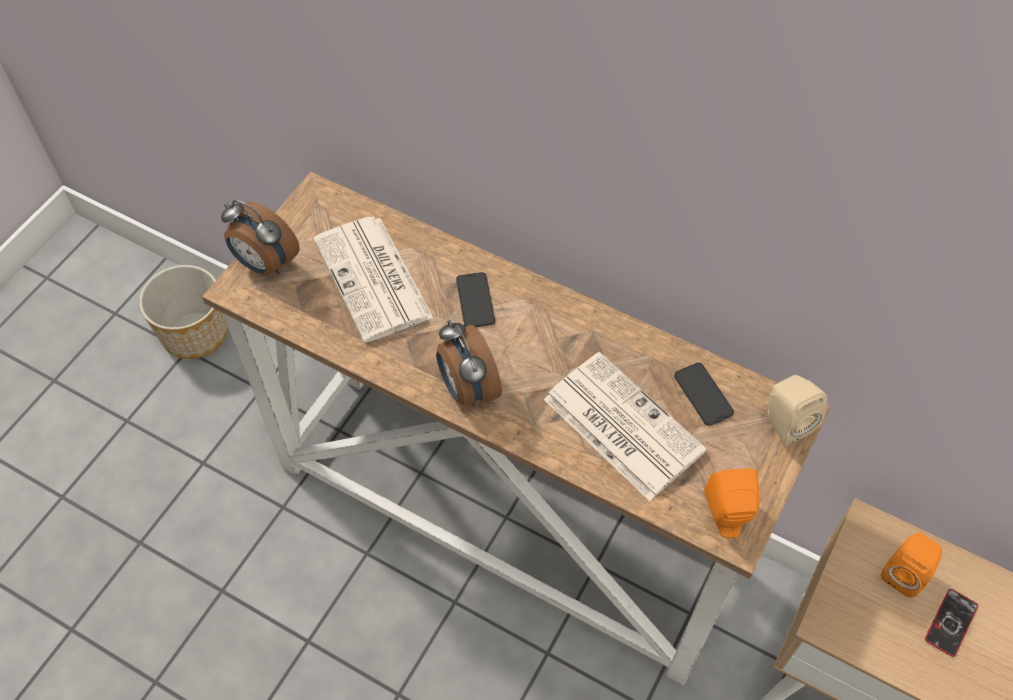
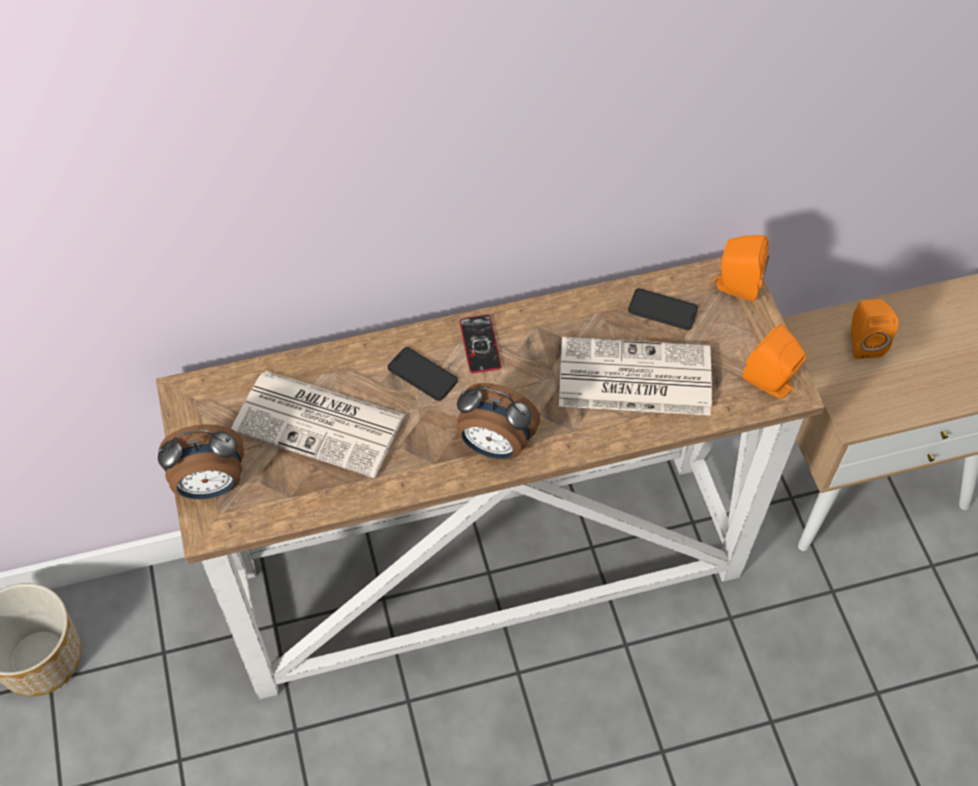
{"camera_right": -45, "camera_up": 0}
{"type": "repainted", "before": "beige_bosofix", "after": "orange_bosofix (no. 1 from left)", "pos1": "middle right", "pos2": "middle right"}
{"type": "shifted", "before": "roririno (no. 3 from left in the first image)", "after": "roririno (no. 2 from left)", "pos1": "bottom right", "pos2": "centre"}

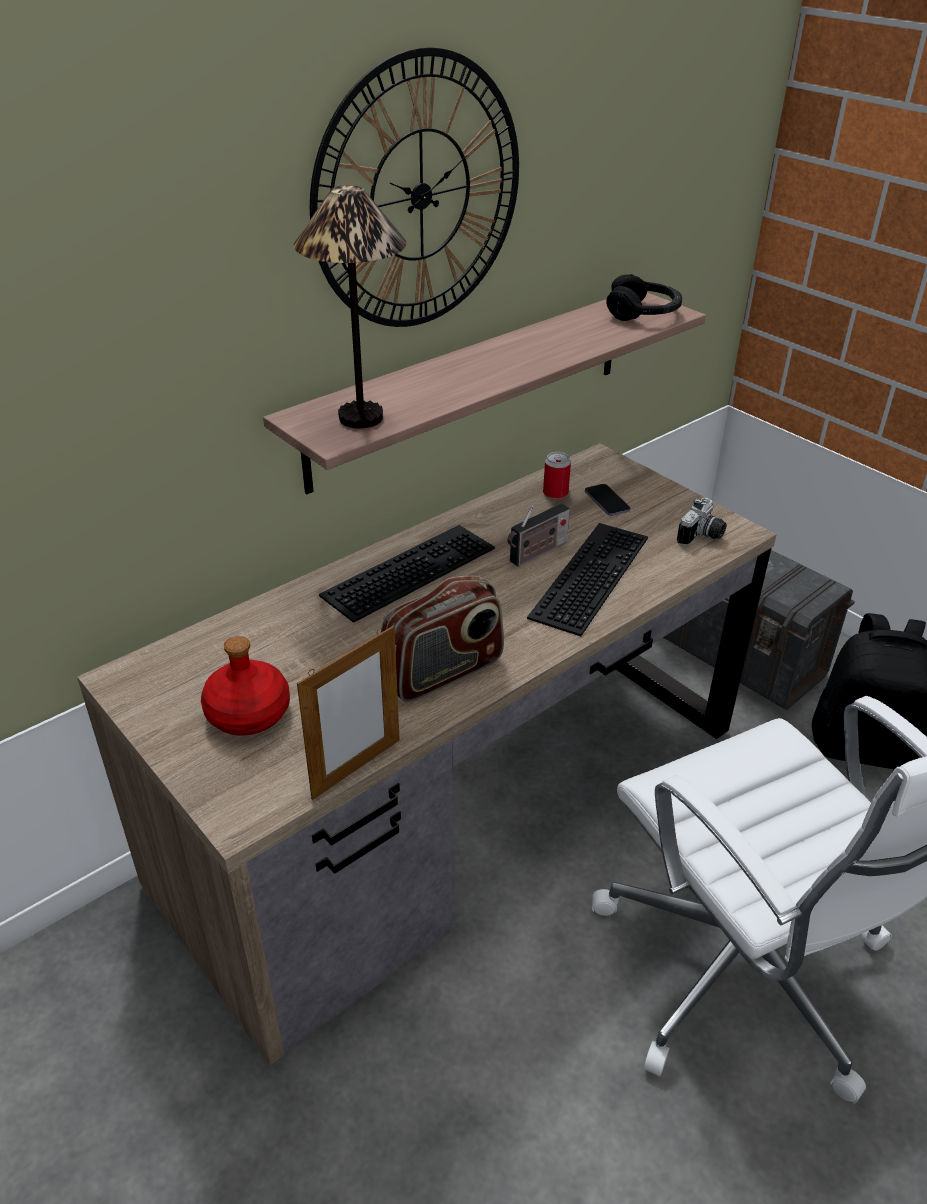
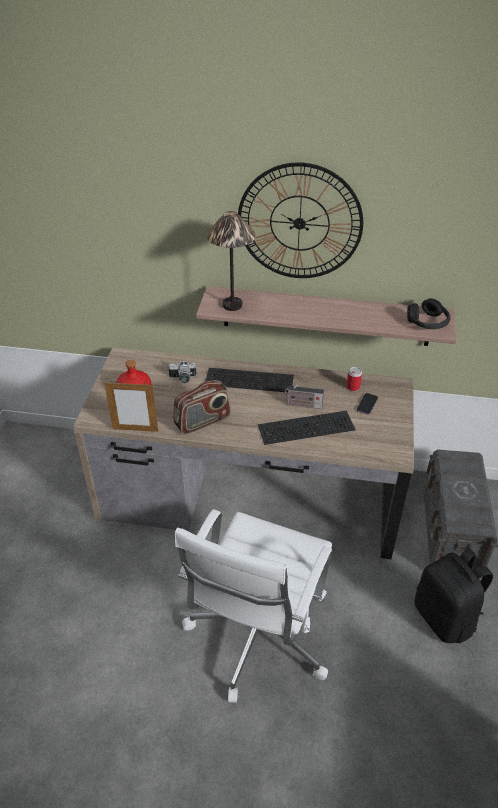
{"camera_right": 50, "camera_up": 5}
{"type": "shifted", "before": "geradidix", "pos1": "middle right", "pos2": "centre"}
{"type": "rotated", "before": "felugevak (no. 1 from left)", "pos1": "centre", "pos2": "centre", "turn": -45}

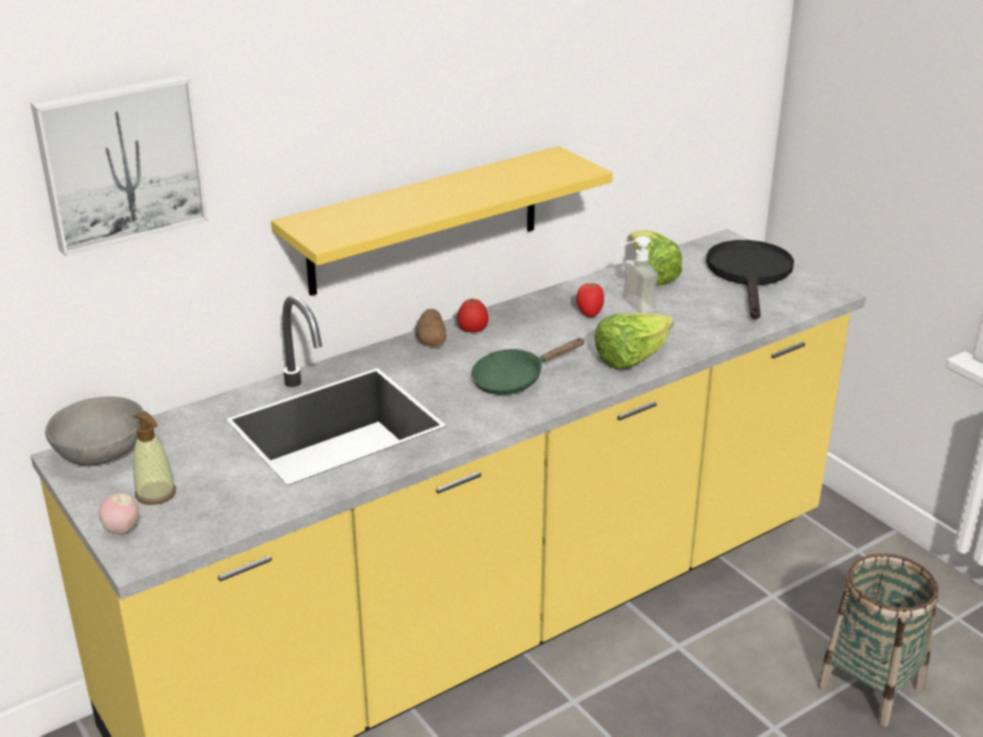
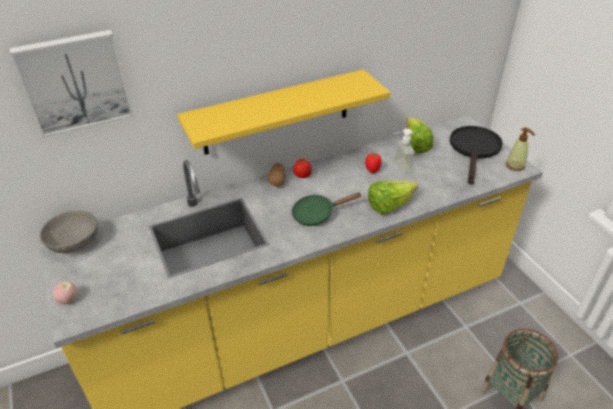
{"camera_right": 10, "camera_up": 10}
{"type": "shifted", "before": "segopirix (no. 1 from left in the first image)", "after": "segopirix (no. 2 from left)", "pos1": "middle left", "pos2": "middle right"}

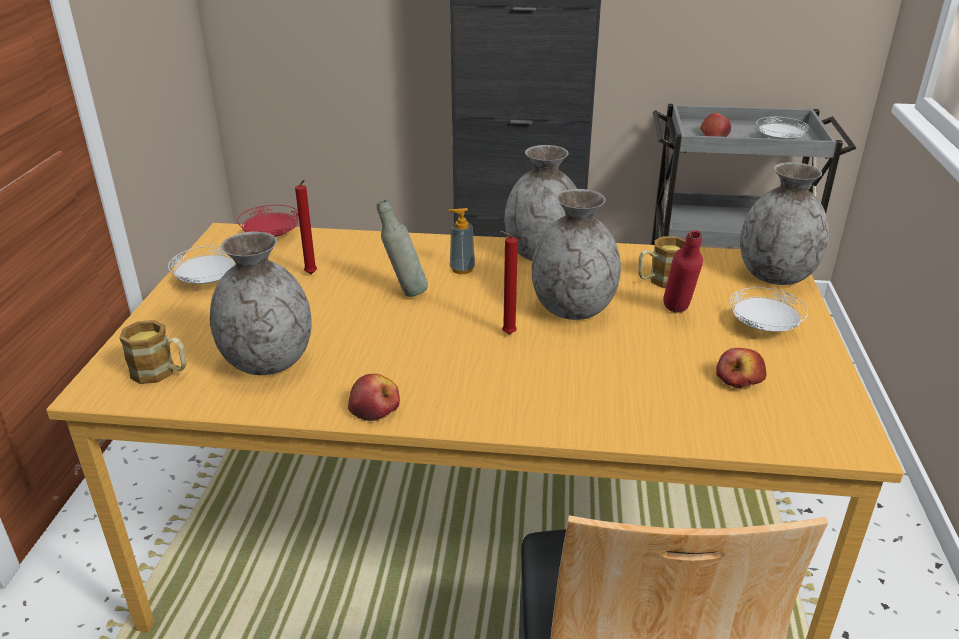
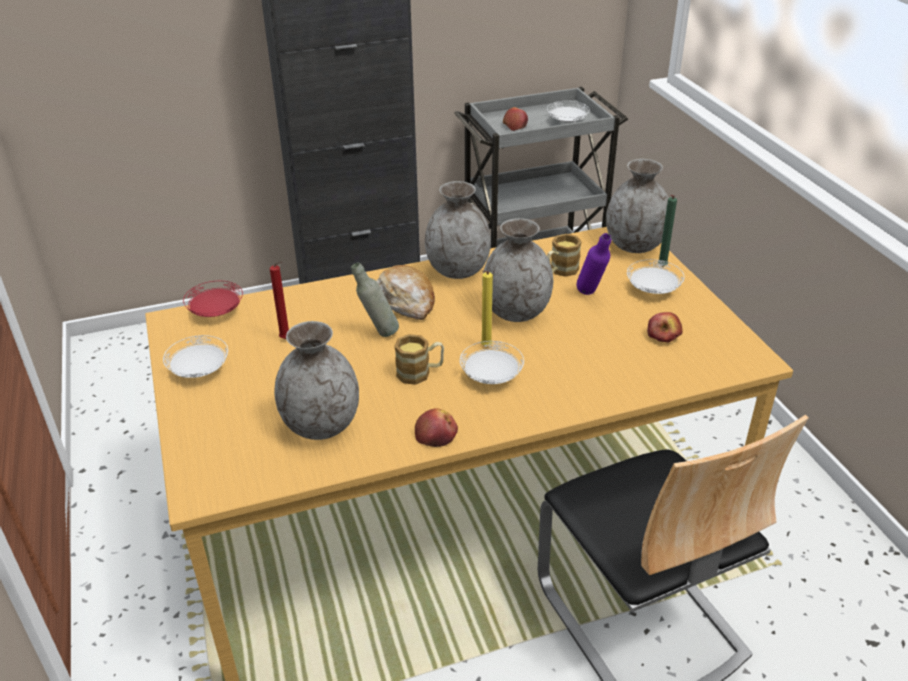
{"camera_right": -25, "camera_up": 5}
{"type": "swapped", "before": "segopirix", "after": "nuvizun", "pos1": "centre", "pos2": "centre"}
{"type": "repainted", "before": "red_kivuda", "after": "purple_kivuda", "pos1": "middle right", "pos2": "centre"}
{"type": "repainted", "before": "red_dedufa (no. 2 from left)", "after": "yellow_dedufa", "pos1": "centre", "pos2": "centre"}
{"type": "shifted", "before": "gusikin (no. 1 from left)", "pos1": "middle left", "pos2": "centre"}
{"type": "new", "after": "green_dedufa", "pos2": "middle right"}
{"type": "new", "after": "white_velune (no. 2 from left)", "pos2": "centre"}

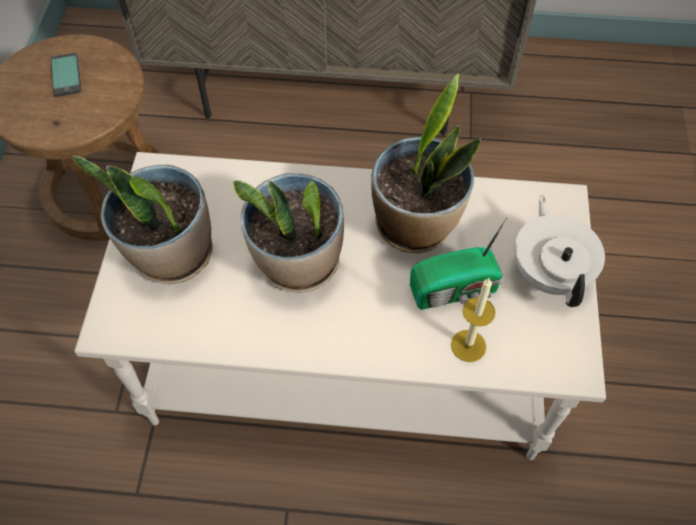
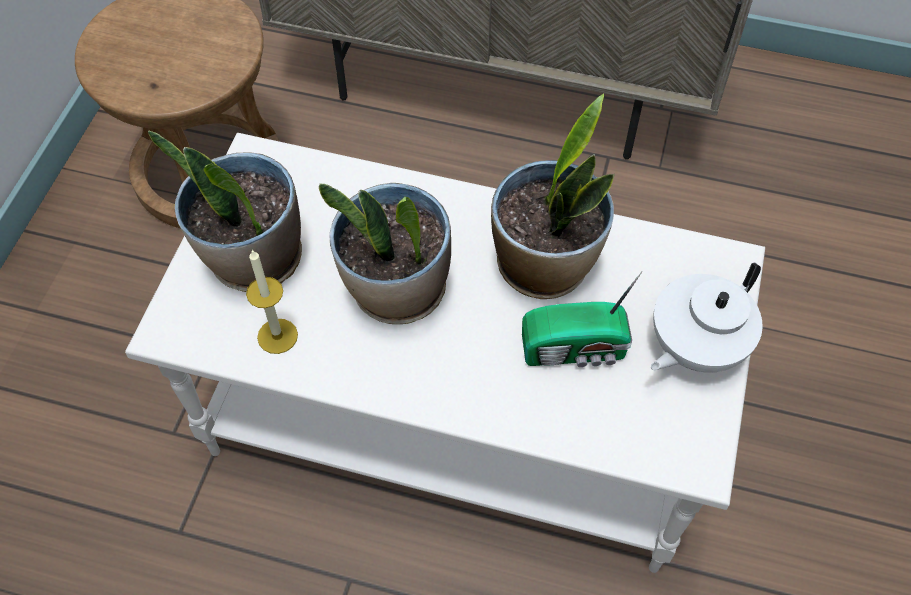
{"camera_right": 10, "camera_up": 0}
{"type": "gone", "before": "roririno", "pos1": "top left"}
{"type": "rotated", "before": "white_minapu", "pos1": "middle right", "pos2": "middle right", "turn": -135}
{"type": "shifted", "before": "dedufa", "pos1": "middle right", "pos2": "middle left"}

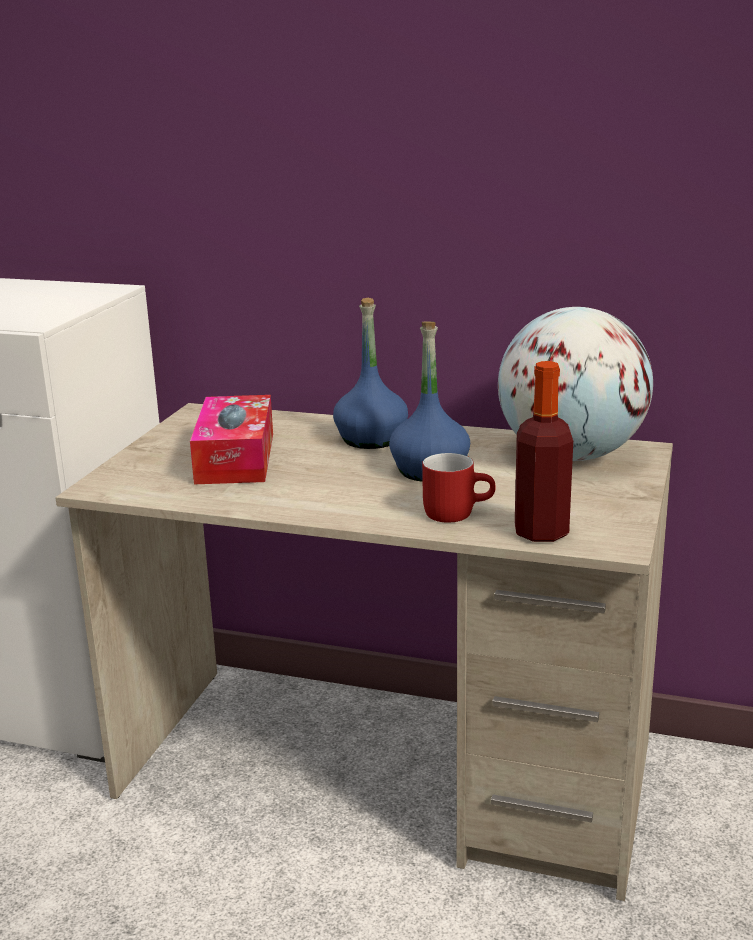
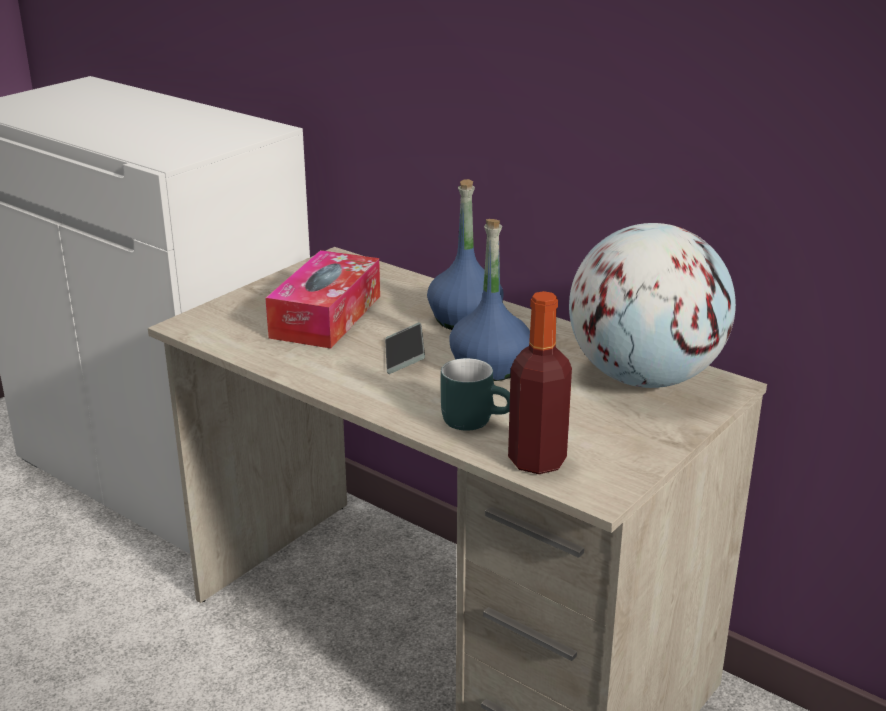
{"camera_right": 20, "camera_up": 5}
{"type": "repainted", "before": "red_gusikin", "after": "turquoise_gusikin", "pos1": "centre", "pos2": "centre"}
{"type": "new", "after": "roririno", "pos2": "centre"}

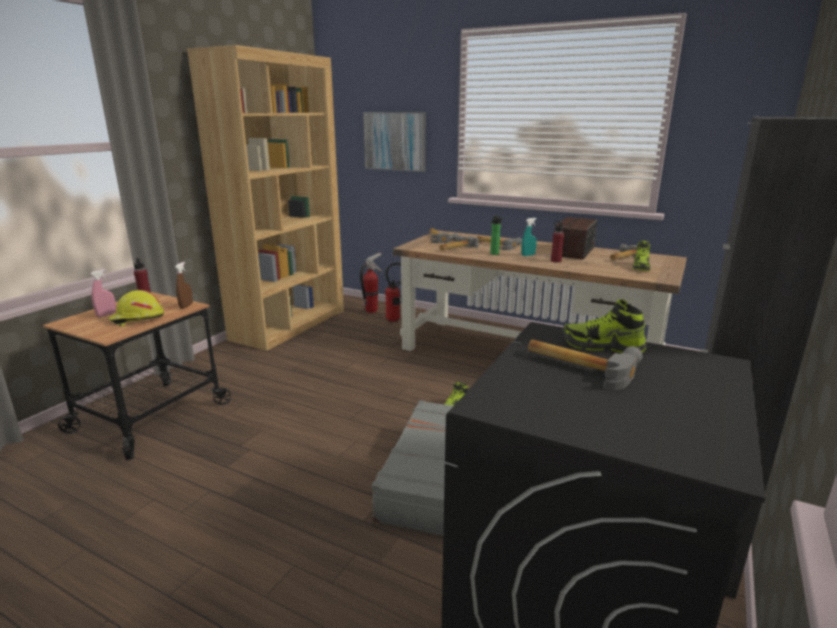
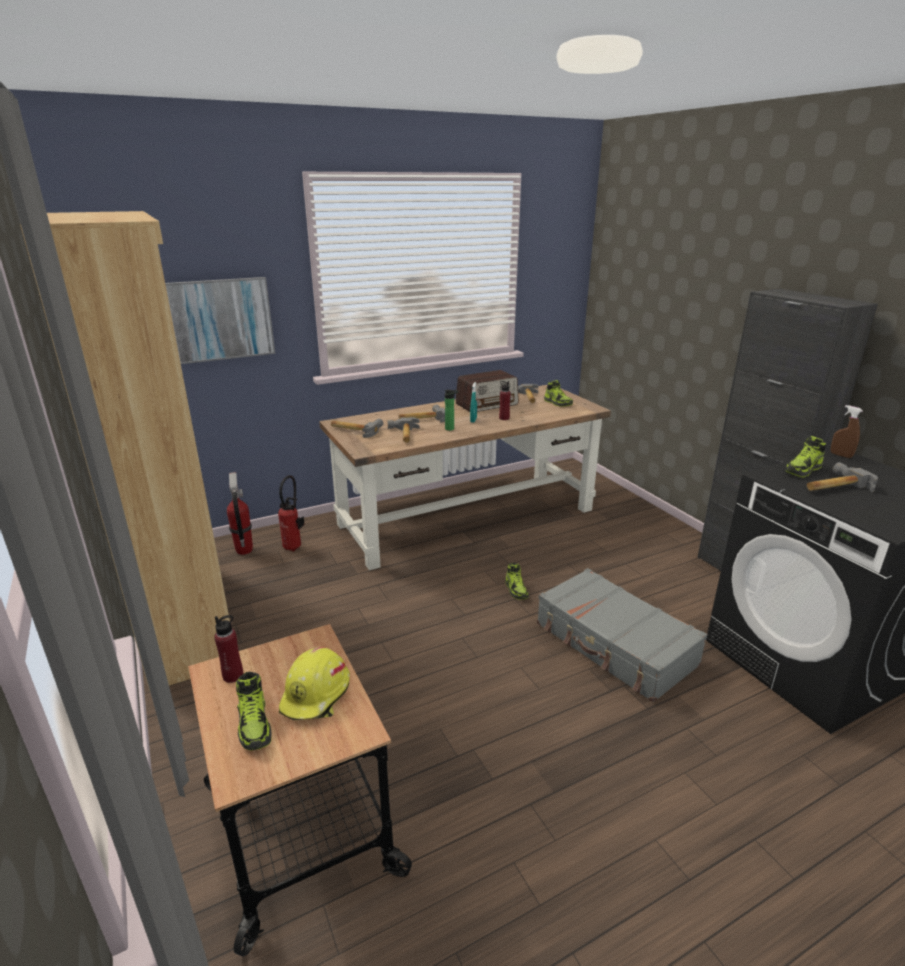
{"camera_right": -55, "camera_up": 5}
{"type": "rotated", "before": "felugevak", "pos1": "middle right", "pos2": "centre", "turn": -90}
{"type": "shifted", "before": "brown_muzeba", "pos1": "middle left", "pos2": "middle right"}
{"type": "swapped", "before": "pink_muzeba", "after": "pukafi (no. 1 from left)", "pos1": "middle left", "pos2": "bottom left"}

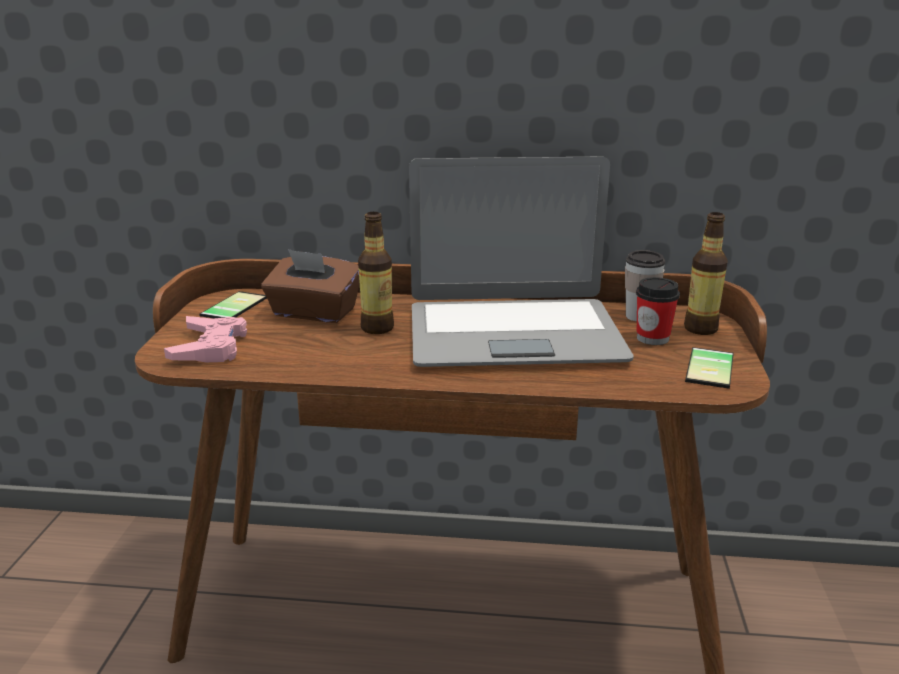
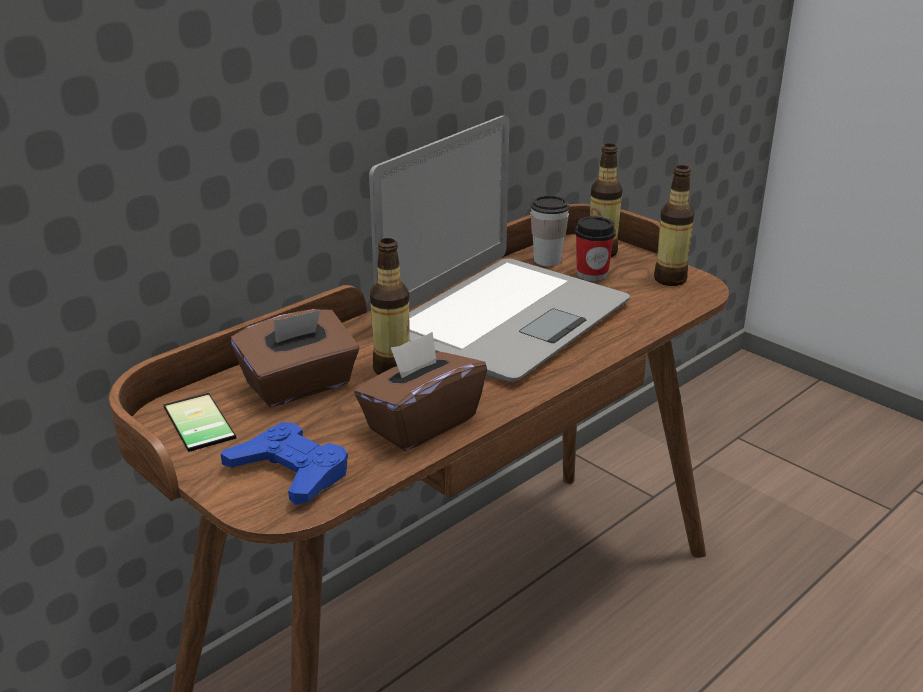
{"camera_right": -50, "camera_up": 5}
{"type": "repainted", "before": "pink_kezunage", "after": "blue_kezunage", "pos1": "middle left", "pos2": "bottom left"}
{"type": "swapped", "before": "roririno (no. 2 from left)", "after": "kivuda (no. 3 from left)", "pos1": "middle right", "pos2": "top right"}
{"type": "new", "after": "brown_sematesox (no. 2 from left)", "pos2": "centre"}

